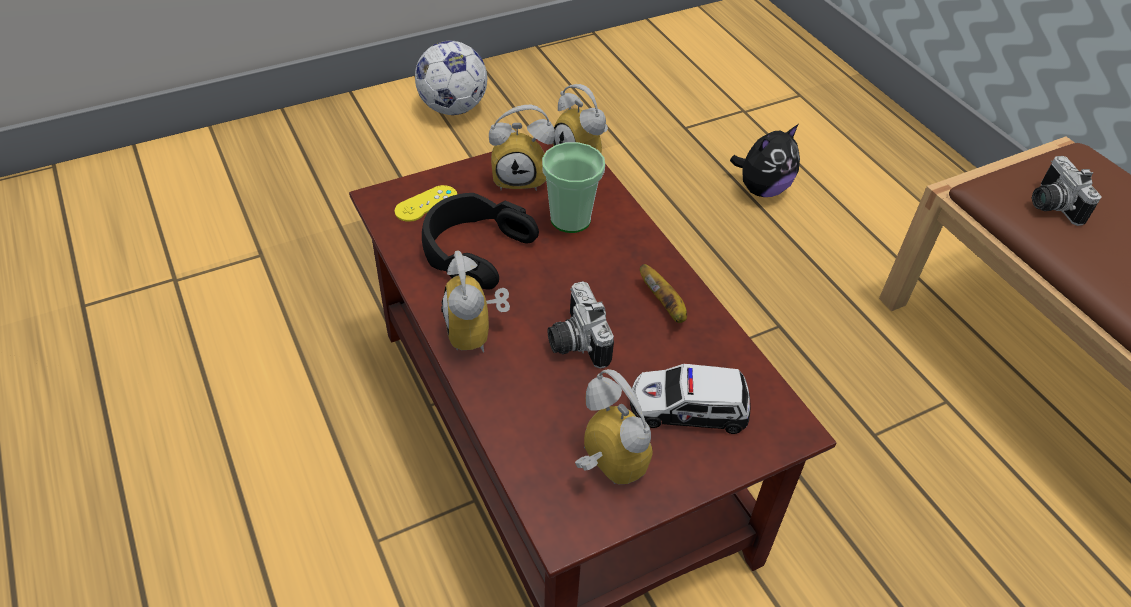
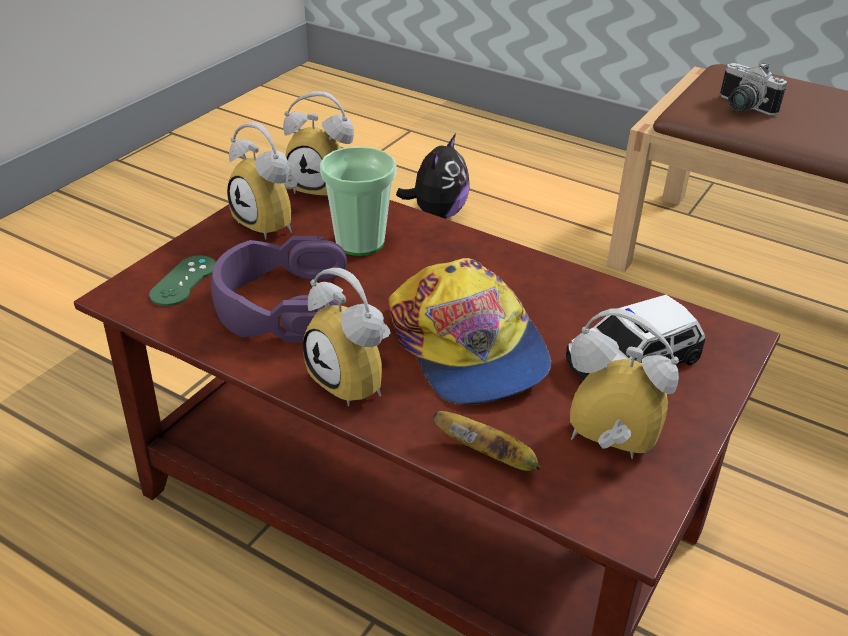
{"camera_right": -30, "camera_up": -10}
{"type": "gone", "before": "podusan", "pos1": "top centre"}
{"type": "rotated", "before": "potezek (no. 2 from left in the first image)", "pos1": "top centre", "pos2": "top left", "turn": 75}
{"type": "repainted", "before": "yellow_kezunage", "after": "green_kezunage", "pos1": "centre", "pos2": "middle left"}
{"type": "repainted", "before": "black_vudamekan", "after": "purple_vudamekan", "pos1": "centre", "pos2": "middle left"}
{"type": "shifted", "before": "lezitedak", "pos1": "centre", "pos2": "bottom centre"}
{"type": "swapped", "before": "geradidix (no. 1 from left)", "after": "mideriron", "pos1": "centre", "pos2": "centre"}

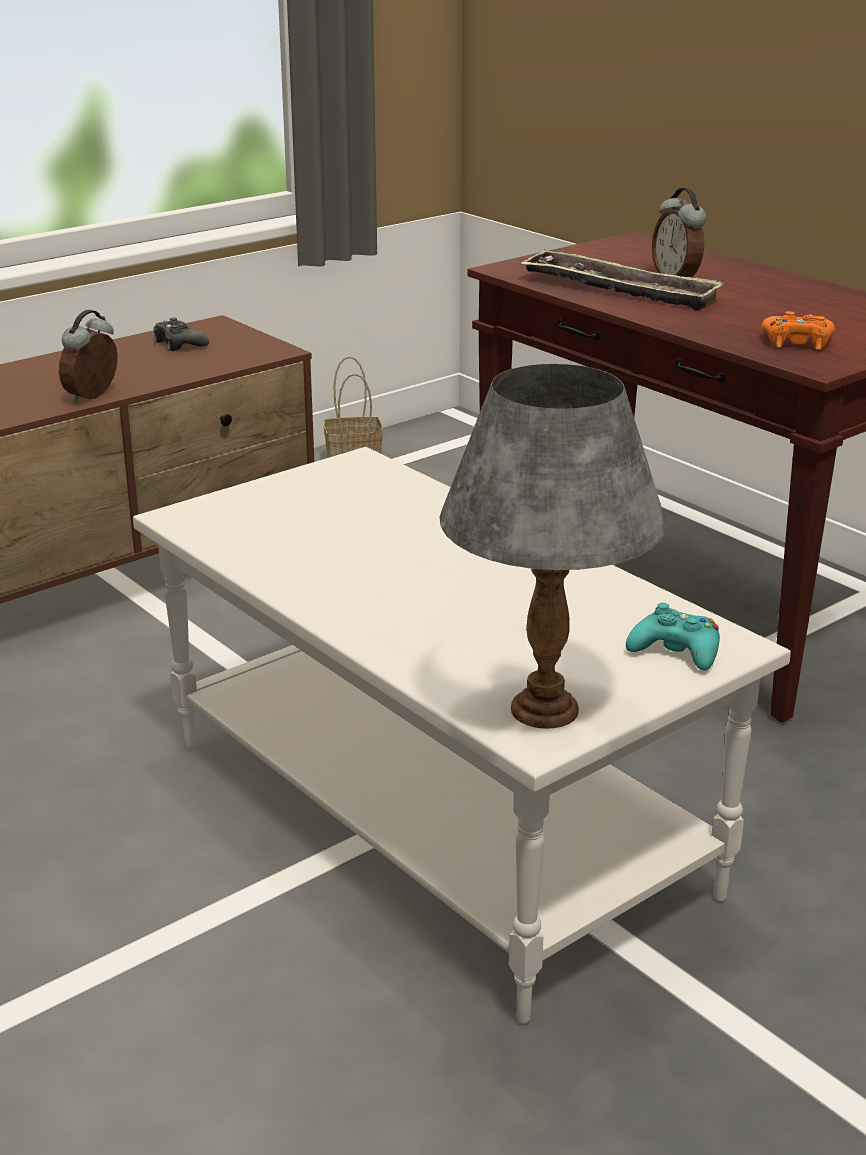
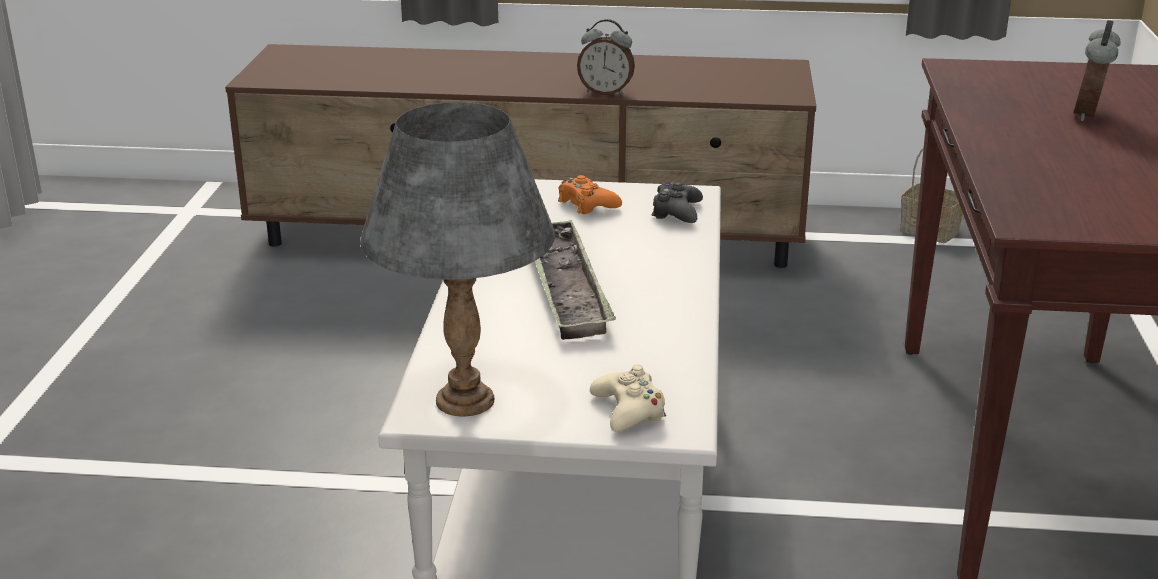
{"camera_right": 45, "camera_up": 0}
{"type": "shifted", "before": "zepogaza", "pos1": "top right", "pos2": "centre"}
{"type": "rotated", "before": "potezek (no. 1 from left)", "pos1": "top left", "pos2": "top centre", "turn": -150}
{"type": "shifted", "before": "orange_kezunage", "pos1": "top right", "pos2": "centre"}
{"type": "shifted", "before": "black_kezunage", "pos1": "top left", "pos2": "centre"}
{"type": "repainted", "before": "turquoise_kezunage", "after": "beige_kezunage", "pos1": "middle right", "pos2": "bottom centre"}

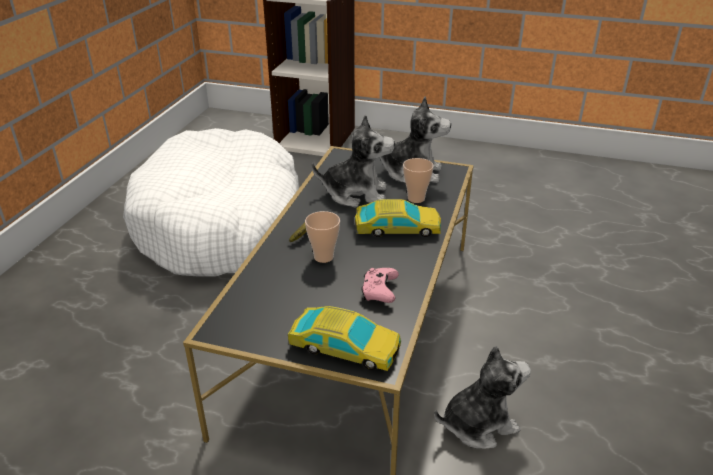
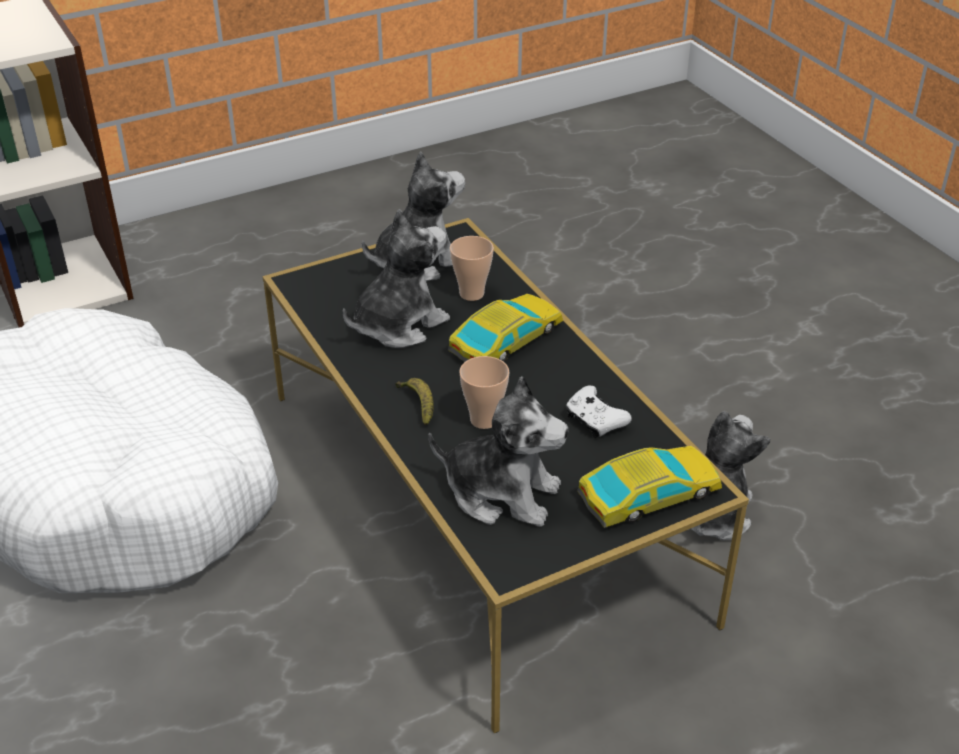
{"camera_right": -45, "camera_up": 5}
{"type": "repainted", "before": "pink_kezunage", "after": "white_kezunage", "pos1": "centre", "pos2": "centre"}
{"type": "new", "after": "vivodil (no. 3 from left)", "pos2": "centre"}

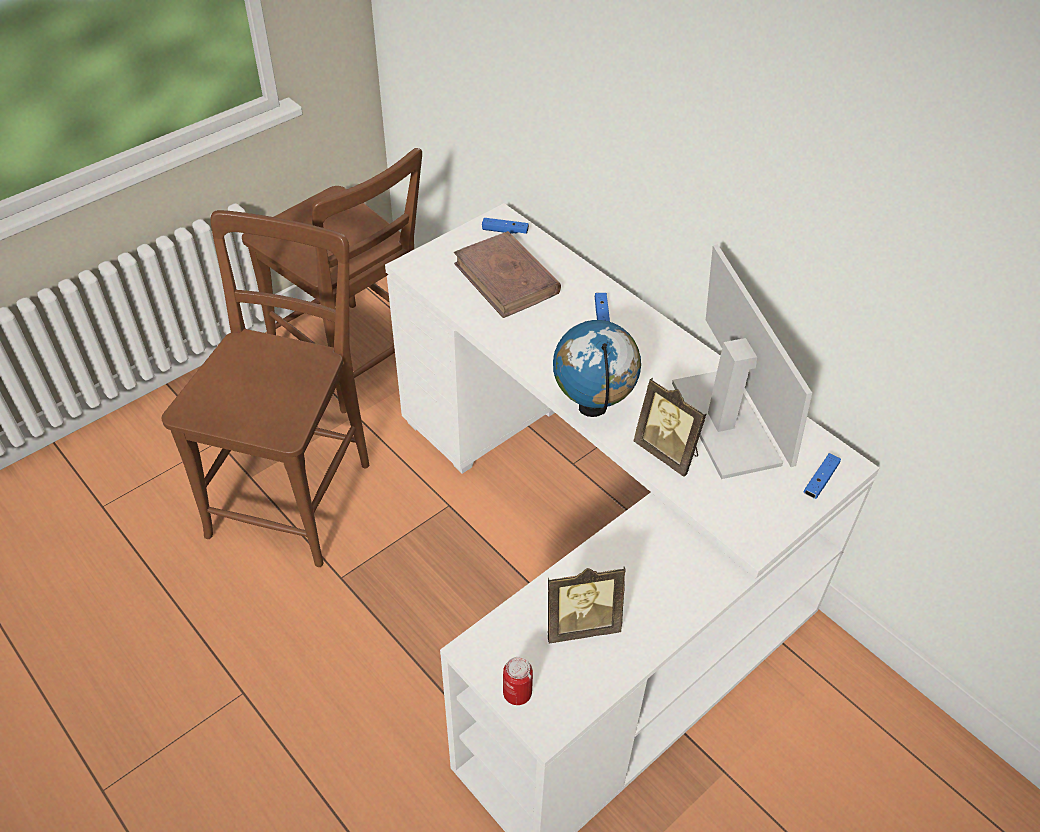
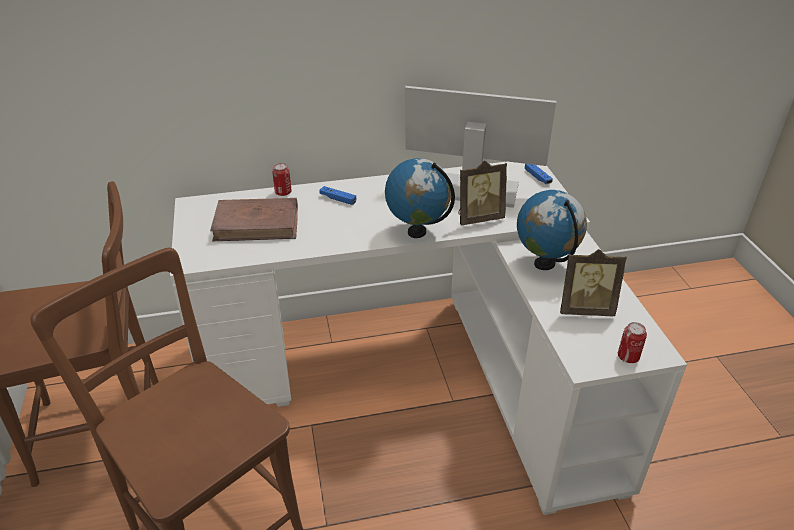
{"camera_right": -60, "camera_up": -10}
{"type": "gone", "before": "blue_kezunage (no. 1 from left)", "pos1": "top centre"}
{"type": "rotated", "before": "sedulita (no. 1 from left in the first image)", "pos1": "bottom centre", "pos2": "middle right", "turn": 75}
{"type": "new", "after": "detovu (no. 1 from left)", "pos2": "centre"}
{"type": "new", "after": "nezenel (no. 2 from left)", "pos2": "middle right"}

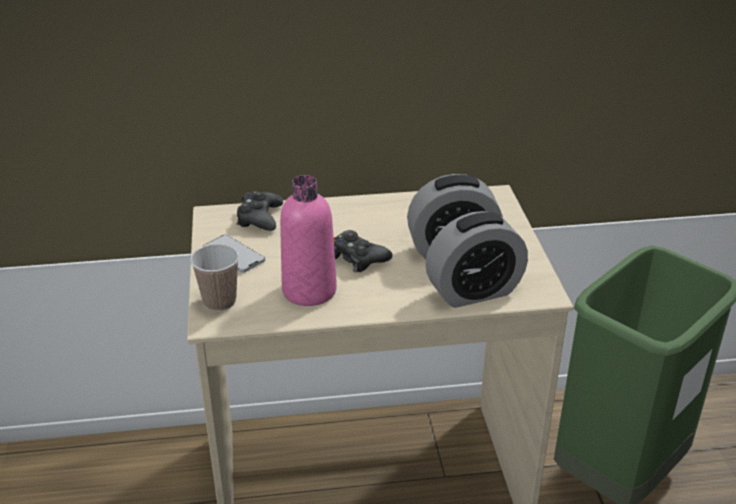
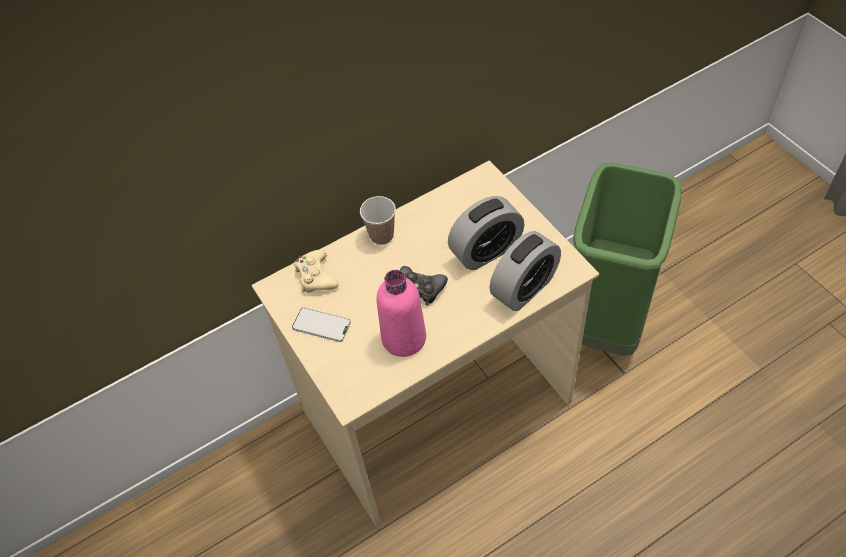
{"camera_right": -20, "camera_up": 20}
{"type": "repainted", "before": "black_kezunage (no. 1 from left)", "after": "beige_kezunage", "pos1": "centre", "pos2": "centre"}
{"type": "shifted", "before": "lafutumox", "pos1": "middle left", "pos2": "centre"}

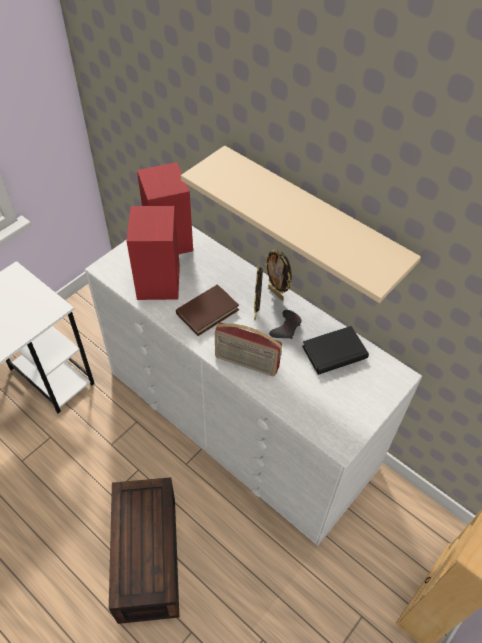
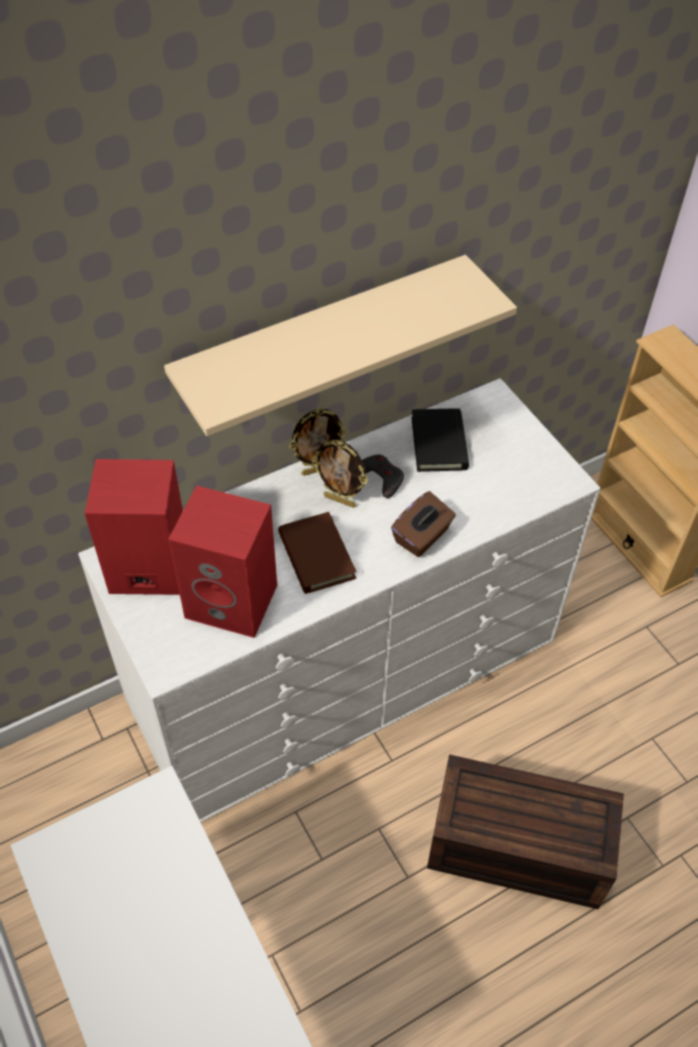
{"camera_right": -70, "camera_up": 0}
{"type": "swapped", "before": "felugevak", "after": "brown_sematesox", "pos1": "centre", "pos2": "centre"}

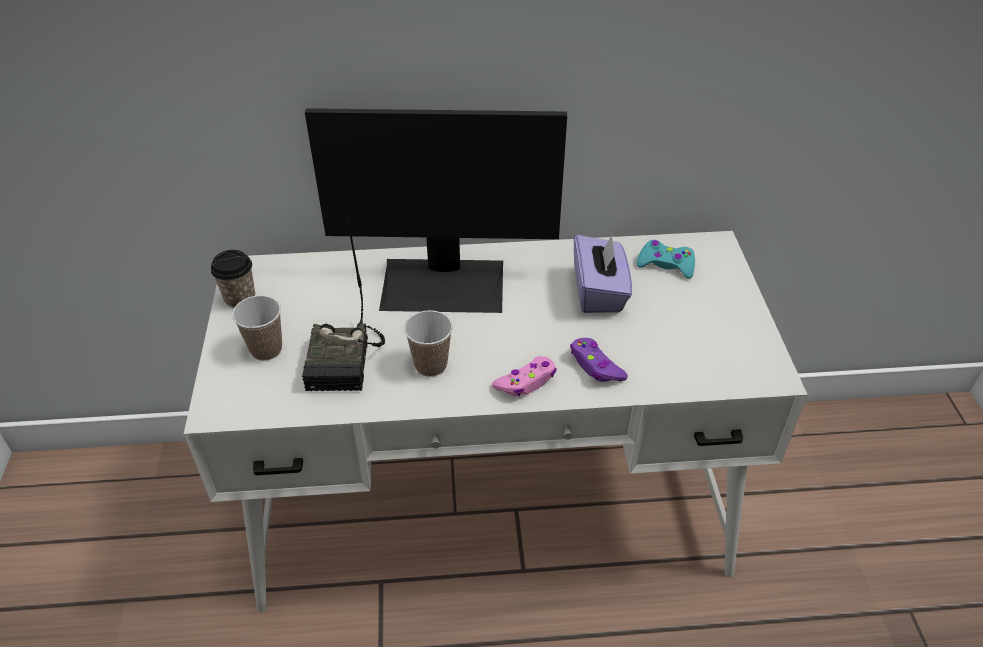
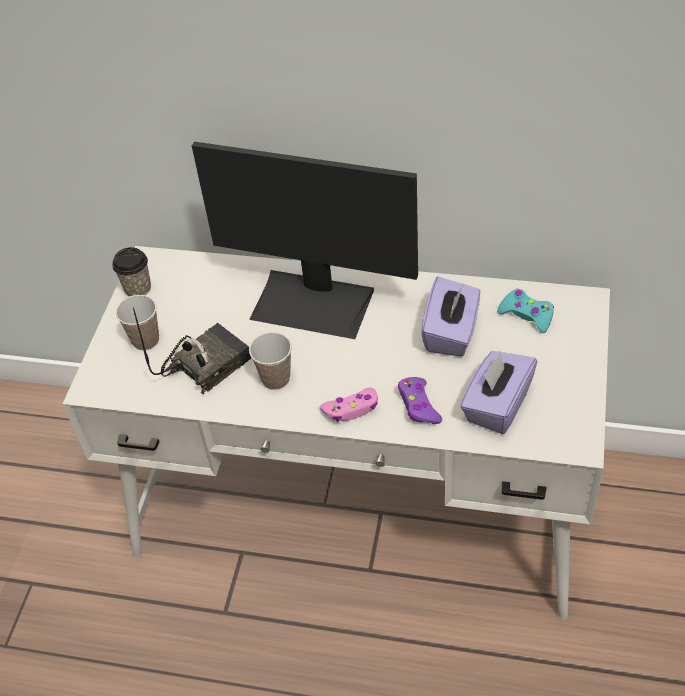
{"camera_right": 20, "camera_up": 5}
{"type": "rotated", "before": "felugevak", "pos1": "centre", "pos2": "middle left", "turn": -150}
{"type": "new", "after": "purple_sematesox (no. 2 from left)", "pos2": "middle right"}

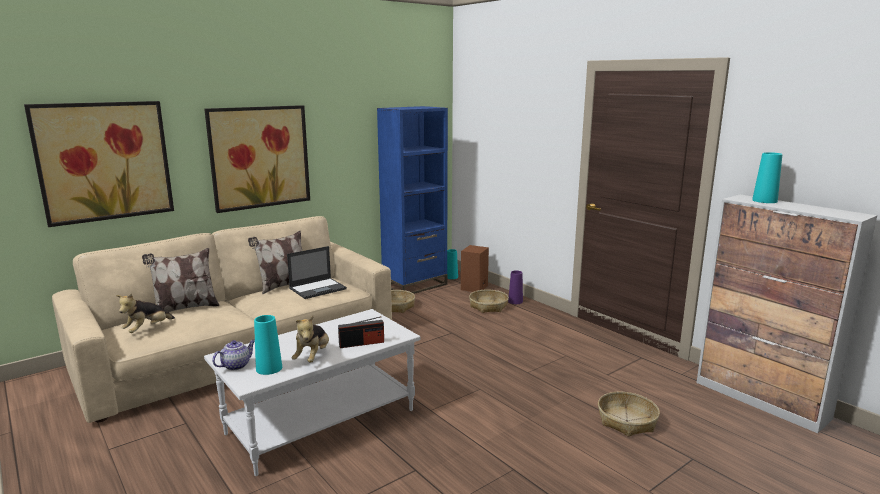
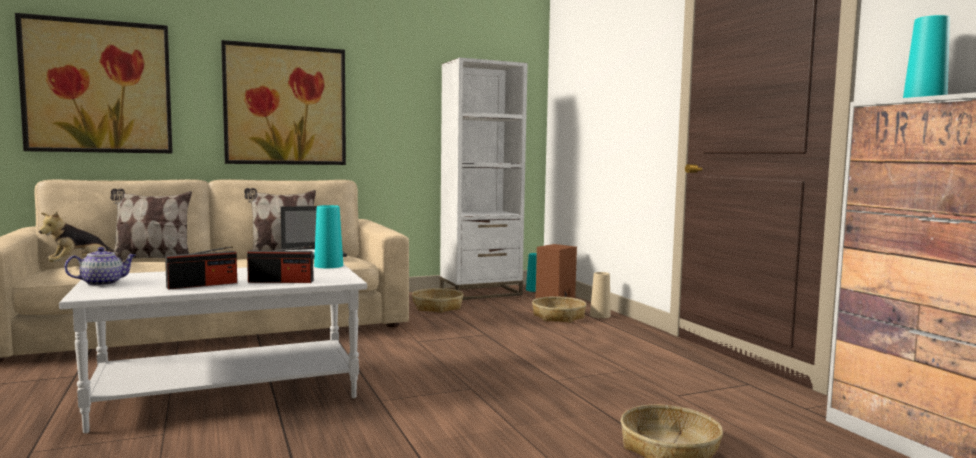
{"camera_right": 15, "camera_up": -10}
{"type": "repainted", "before": "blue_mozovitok", "after": "white_mozovitok", "pos1": "centre", "pos2": "centre"}
{"type": "repainted", "before": "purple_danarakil", "after": "beige_danarakil", "pos1": "centre", "pos2": "centre"}
{"type": "shifted", "before": "turquoise_danarakil (no. 1 from left)", "pos1": "bottom left", "pos2": "centre"}
{"type": "swapped", "before": "vivodil (no. 2 from left)", "after": "felugevak (no. 1 from left)", "pos1": "bottom centre", "pos2": "middle left"}

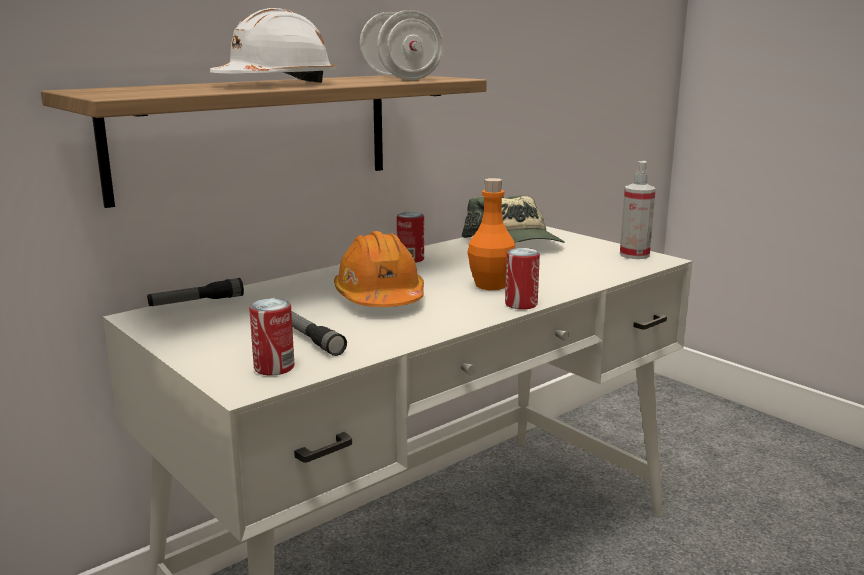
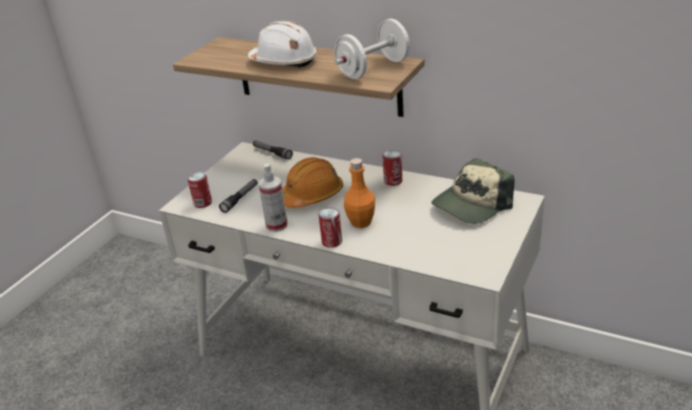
{"camera_right": 70, "camera_up": 15}
{"type": "shifted", "before": "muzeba", "pos1": "middle right", "pos2": "centre"}

